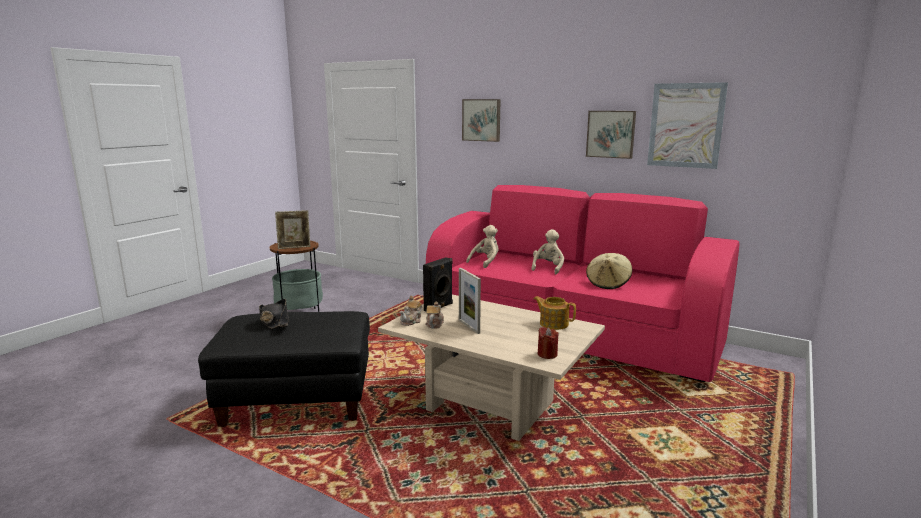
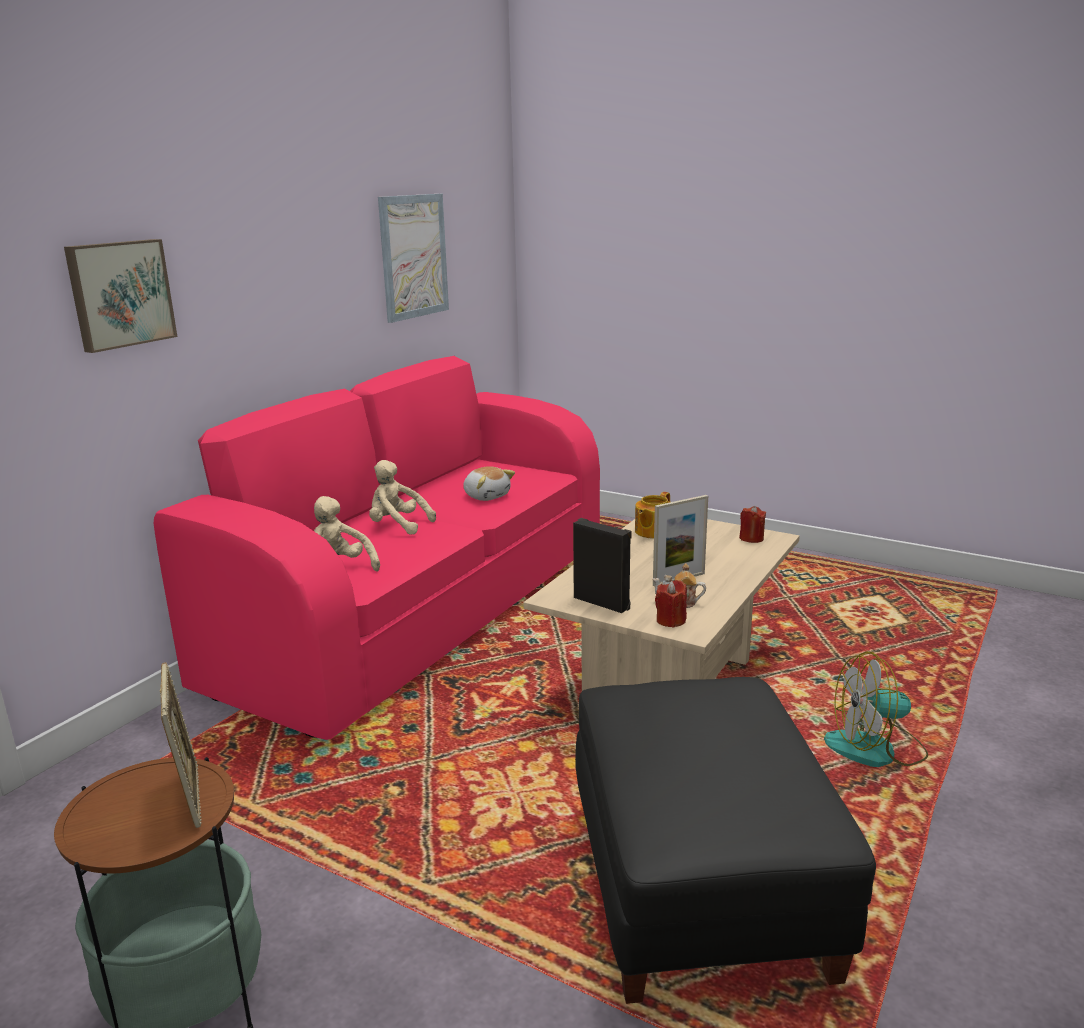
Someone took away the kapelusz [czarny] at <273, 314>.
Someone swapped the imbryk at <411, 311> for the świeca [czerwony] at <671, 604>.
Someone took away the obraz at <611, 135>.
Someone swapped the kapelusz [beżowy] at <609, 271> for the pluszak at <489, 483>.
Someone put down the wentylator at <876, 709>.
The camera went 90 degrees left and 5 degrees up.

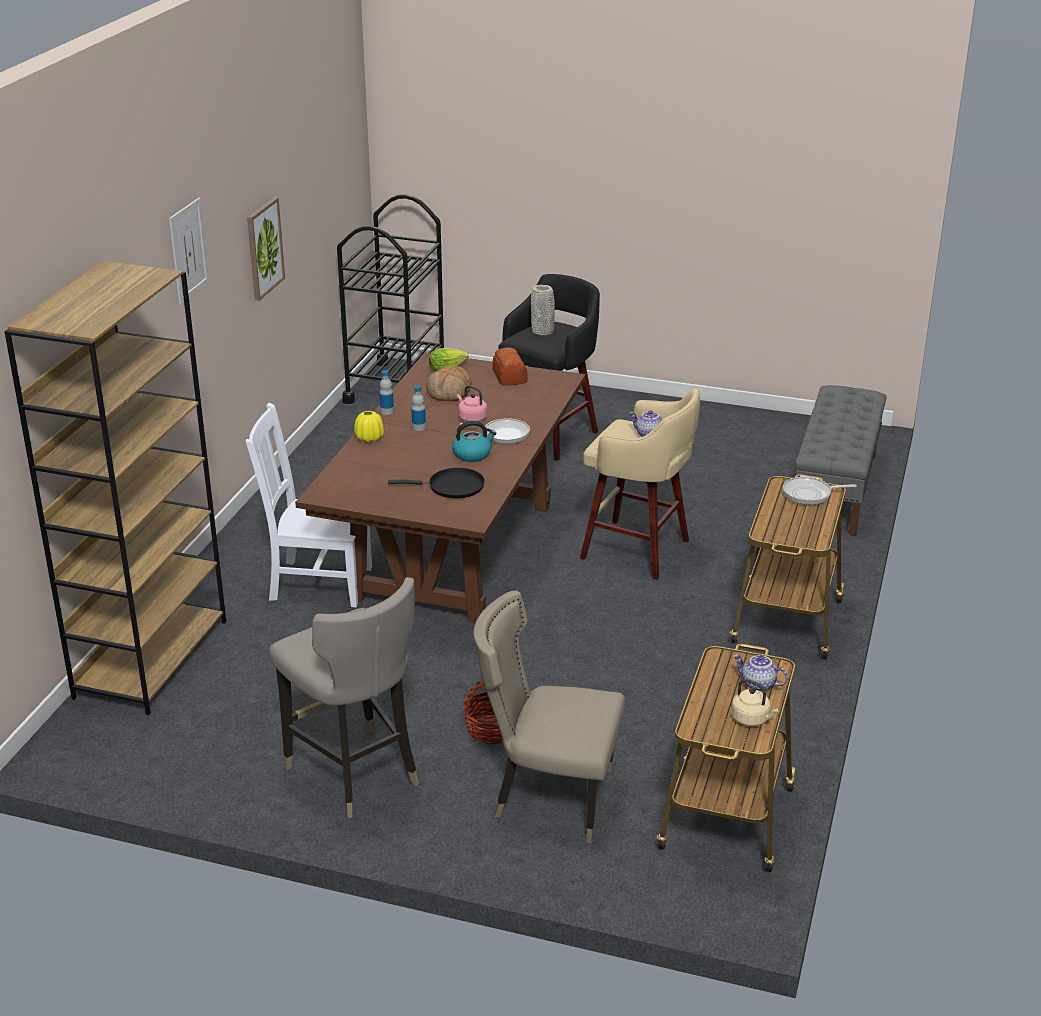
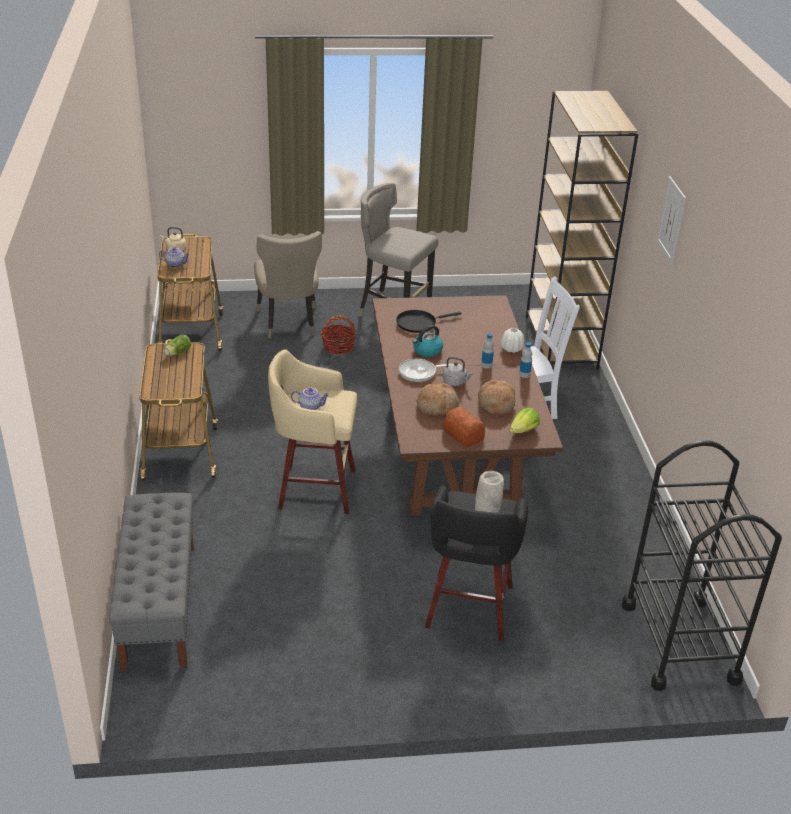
Someone took away the obraz at <266, 249>.
Someone repainted the wazon [żółty] at <369, 426>, which became the wazon [biały] at <512, 340>.
Someone repainted the czajnik [różowy] at <472, 403>, which became the czajnik [szary] at <458, 371>.
Someone rotated the krzesło [beżowy] at <549, 717> by 90 degrees clockwise.
Someone took away the patelnia at <820, 491>.
Someone put down the sałata at <177, 345>.
Someone put down the chleb at <437, 399>.
The camera went 155 degrees right and 5 degrees up.

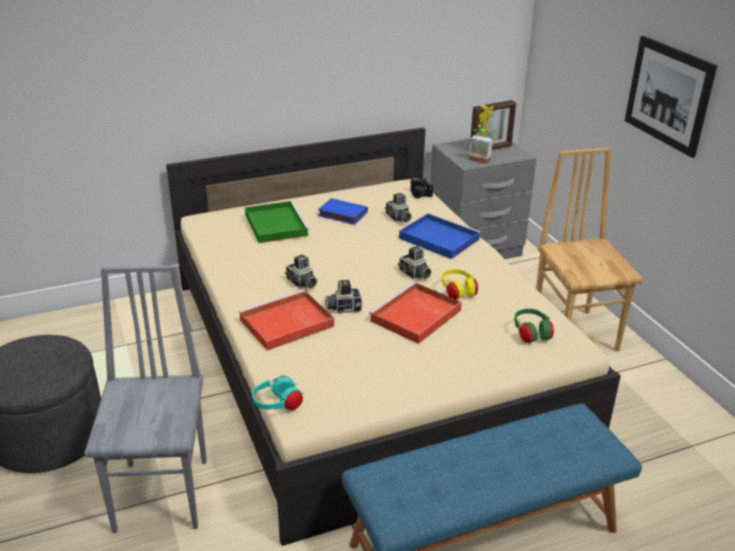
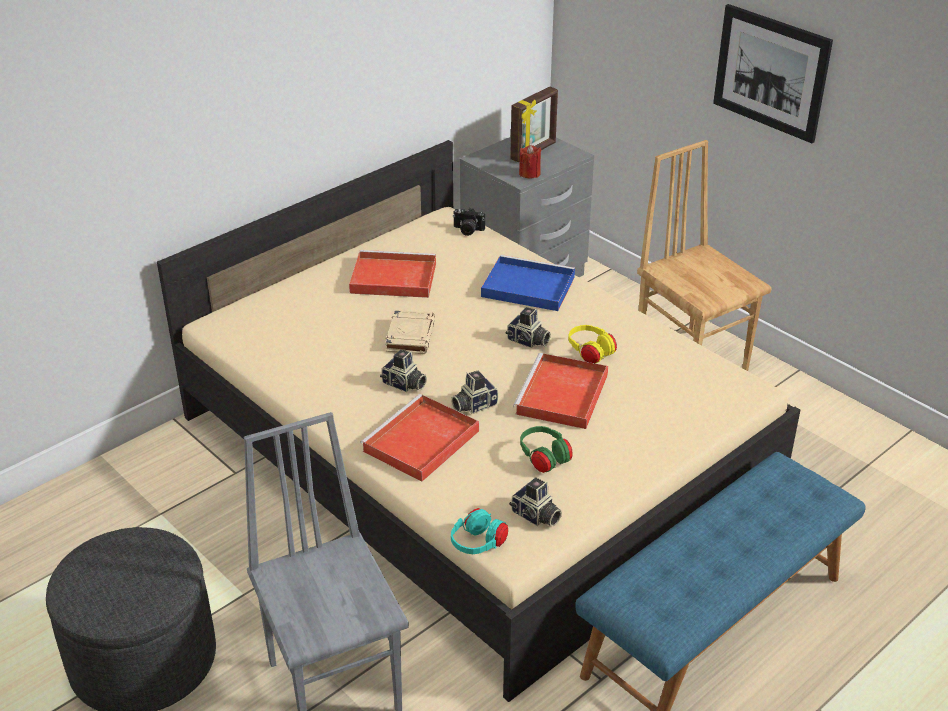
Someone took away the taca [zielony] at <277, 222>.
Someone swapped the książka [niebieski] at <343, 211> for the taca [czerwony] at <392, 274>.
Someone carried the aparat fotograficzny from <398, 208> to <535, 501>.
Someone swapped the roślina doniczkowa at <481, 144> for the świeca [czerwony] at <530, 161>.
Someone carried the słuchawki [zielony] from <534, 326> to <546, 449>.
Someone put down the książka [beżowy] at <410, 332>.
The camera went 20 degrees left and 5 degrees up.

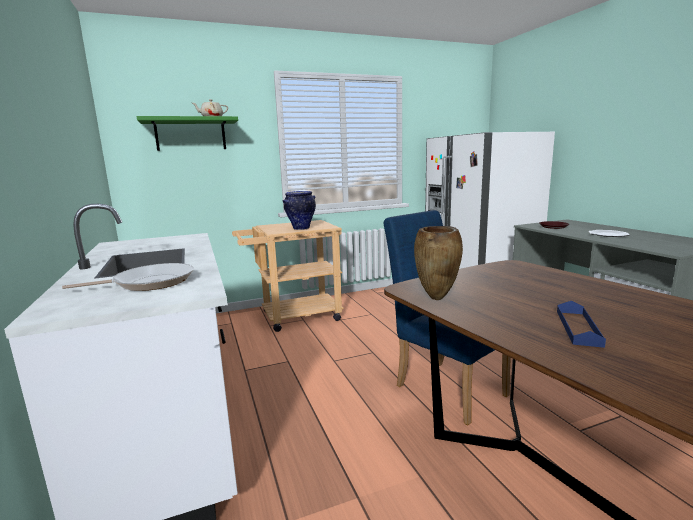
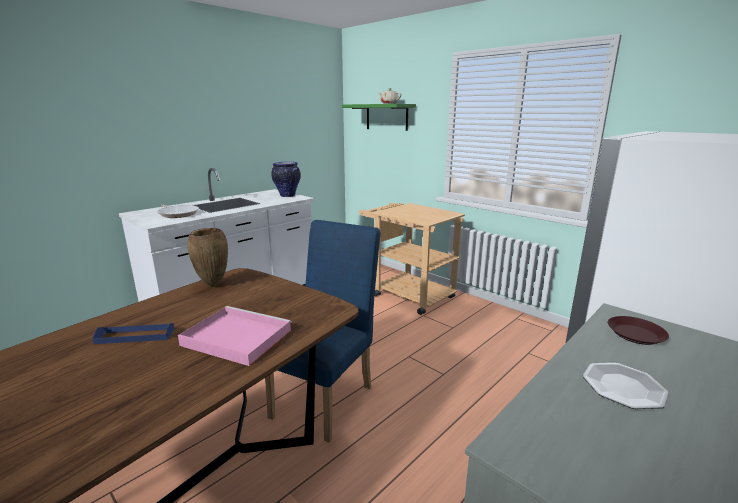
Someone carried the wazon from <299, 210> to <286, 179>.
Someone put down the taca [różowy] at <235, 336>.
The camera went 65 degrees right and 5 degrees up.

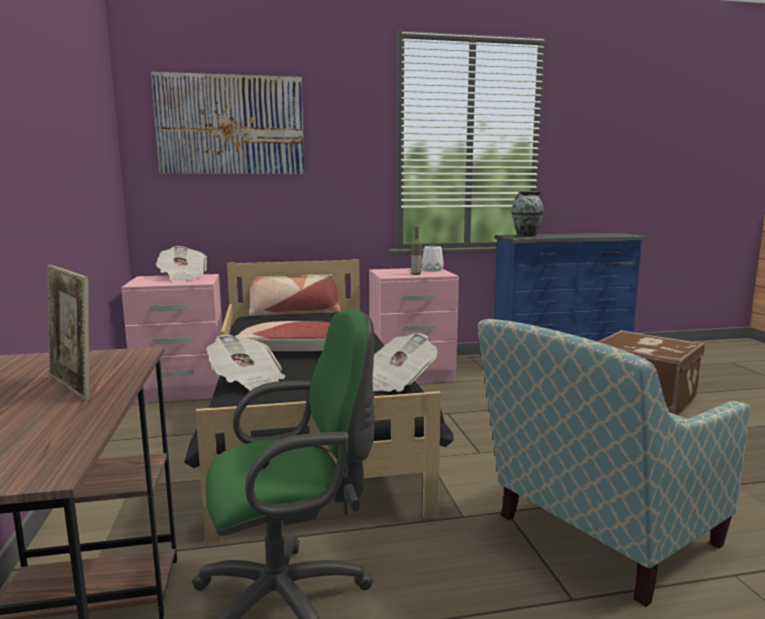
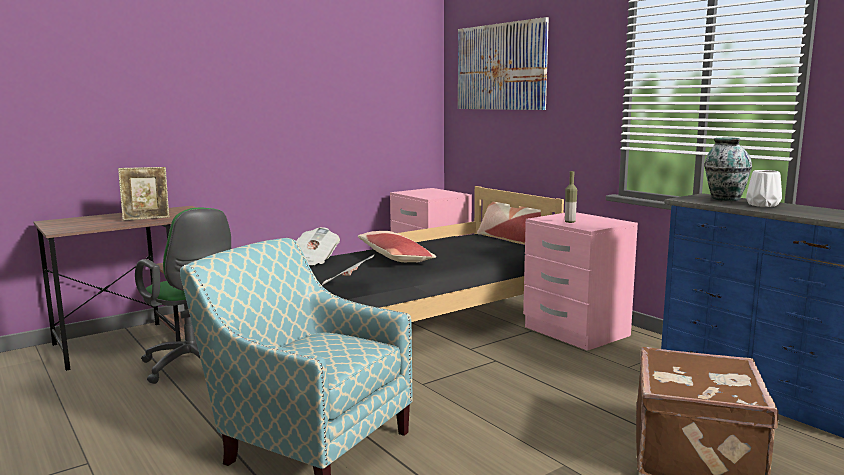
Someone rotated the ramka na zdjęcie at <68, 333> by 135 degrees counterclockwise.
Someone took away the gazeta at <181, 264>.
Someone carried the wazon [biały] from <432, 258> to <764, 188>.
The camera went 65 degrees right and 0 degrees up.

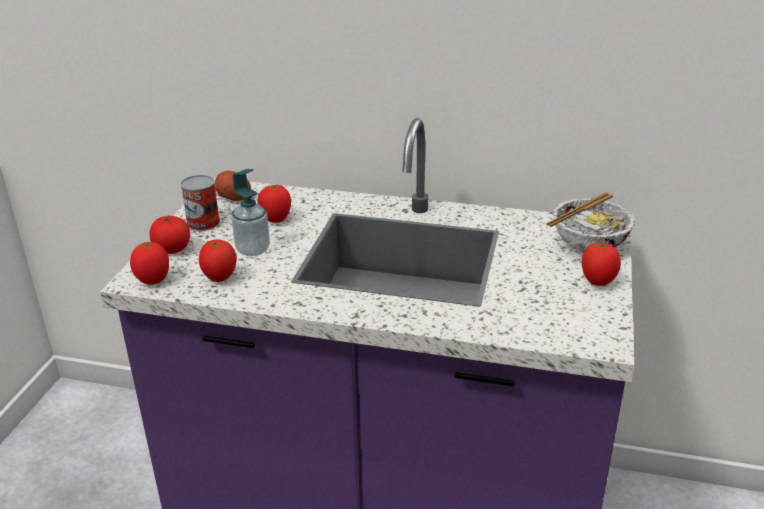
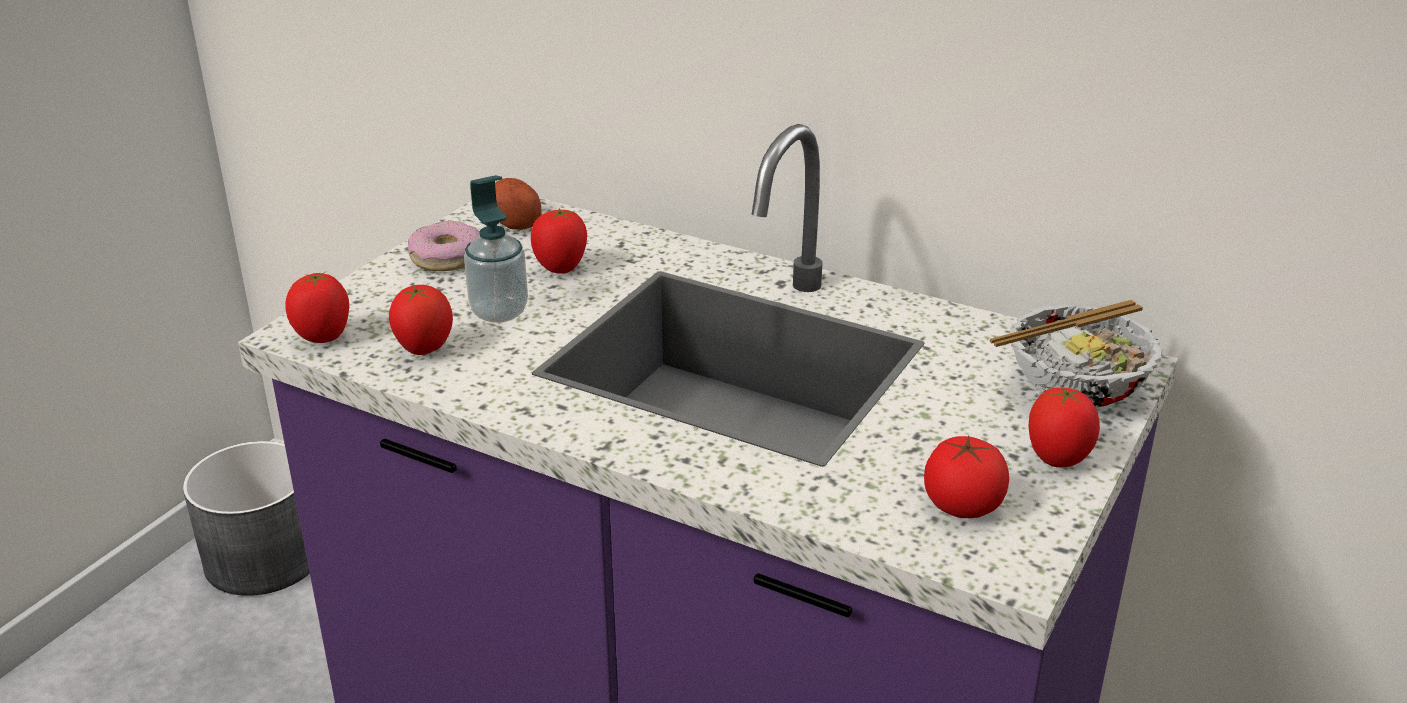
Someone carried the pomidor from <170, 234> to <966, 476>.
Someone swapped the puszka at <200, 203> for the donut at <444, 246>.
Someone put down the donica [szary] at <246, 518>.
The camera went 15 degrees right and 0 degrees up.

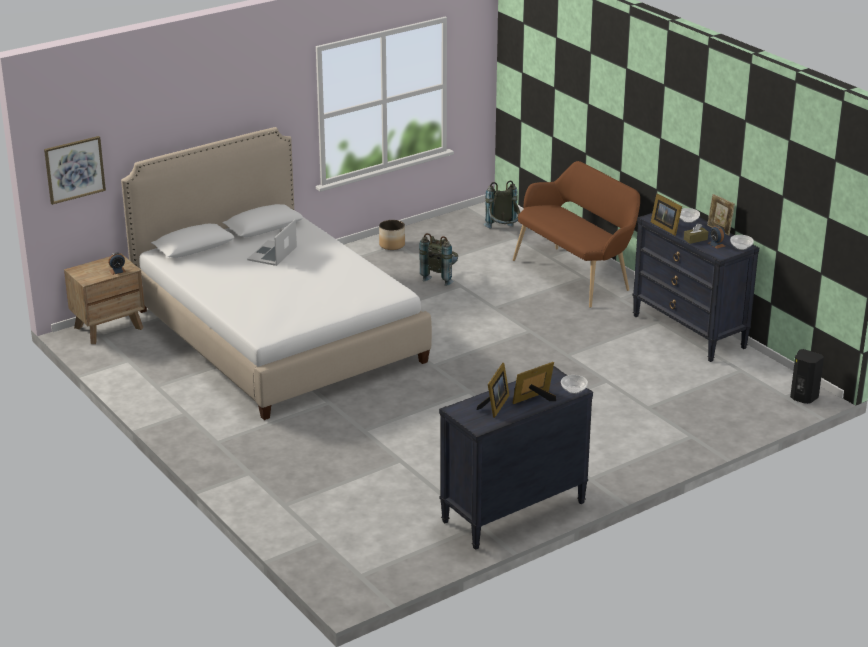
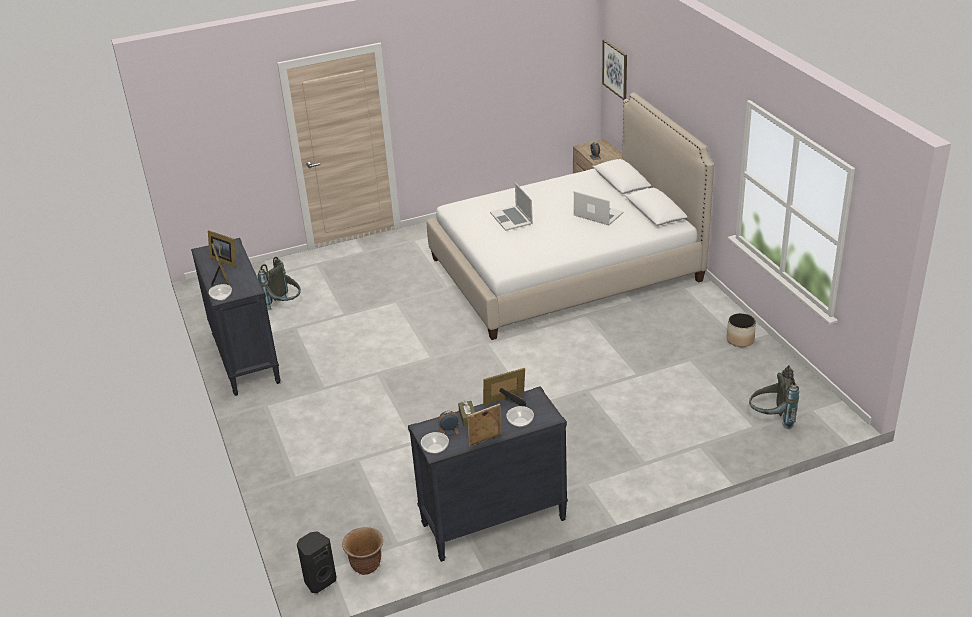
Someone carried the plecak [szary] from <438, 259> to <279, 283>.
Someone took away the ławka [brązowy] at <576, 234>.
Someone put down the donica [brązowy] at <362, 551>.
Someone put down the laptop at <511, 207>.
The camera went 105 degrees right and 5 degrees up.

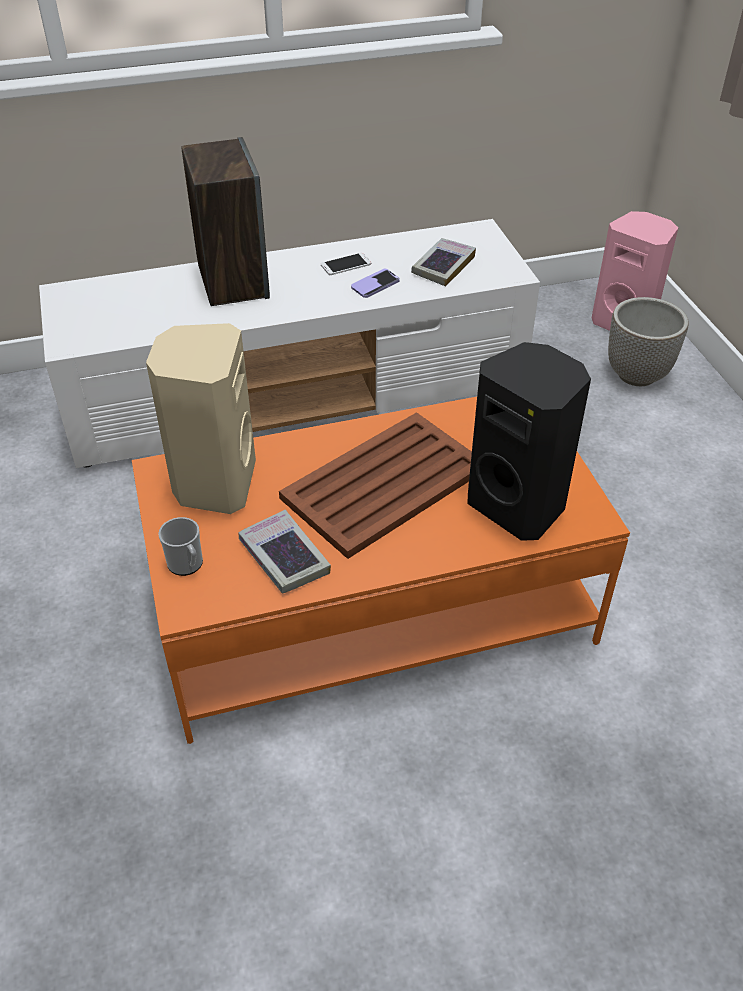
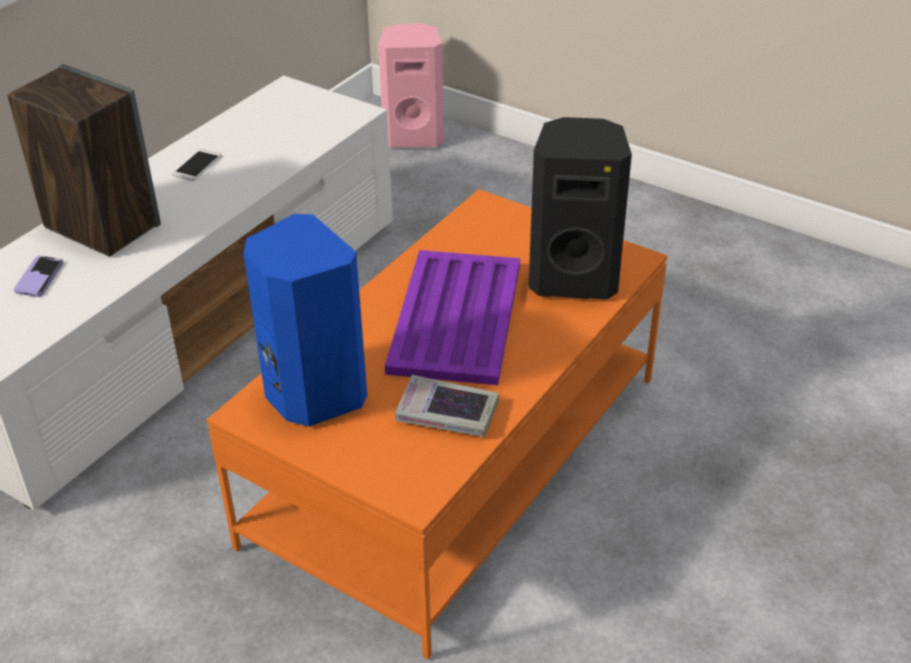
Someone repainted the głośnik [beżowy] at <201, 418>, which became the głośnik [niebieski] at <305, 320>.
Someone took away the kubek at <180, 546>.
Someone repainted the taca [brązowy] at <375, 485>, which became the taca [fioletowy] at <452, 317>.
Someone carried the telefon from <375, 283> to <39, 276>.
Someone took away the książka at <443, 262>.
Someone took away the donica at <648, 341>.
The camera went 40 degrees left and 5 degrees down.

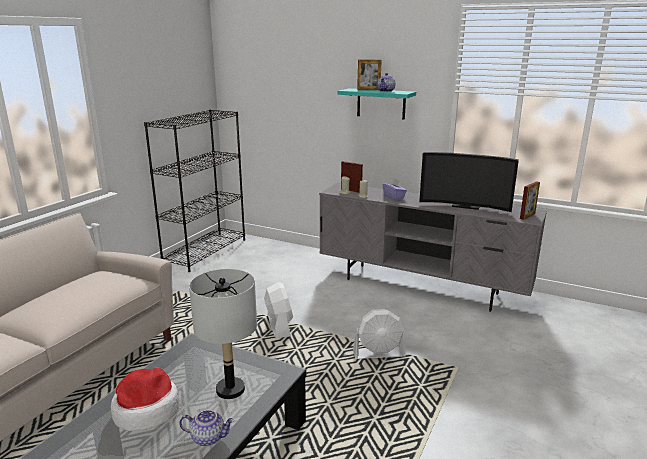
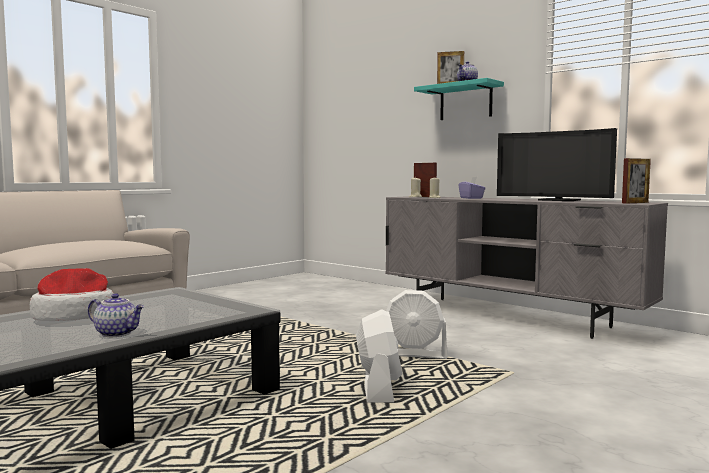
Someone took away the regał [czarny] at <194, 191>.
Someone took away the lampa stołowa [szary] at <223, 334>.
Someone carried the wentylator [biały] from <278, 310> to <379, 355>.
The camera went 15 degrees right and 15 degrees down.

